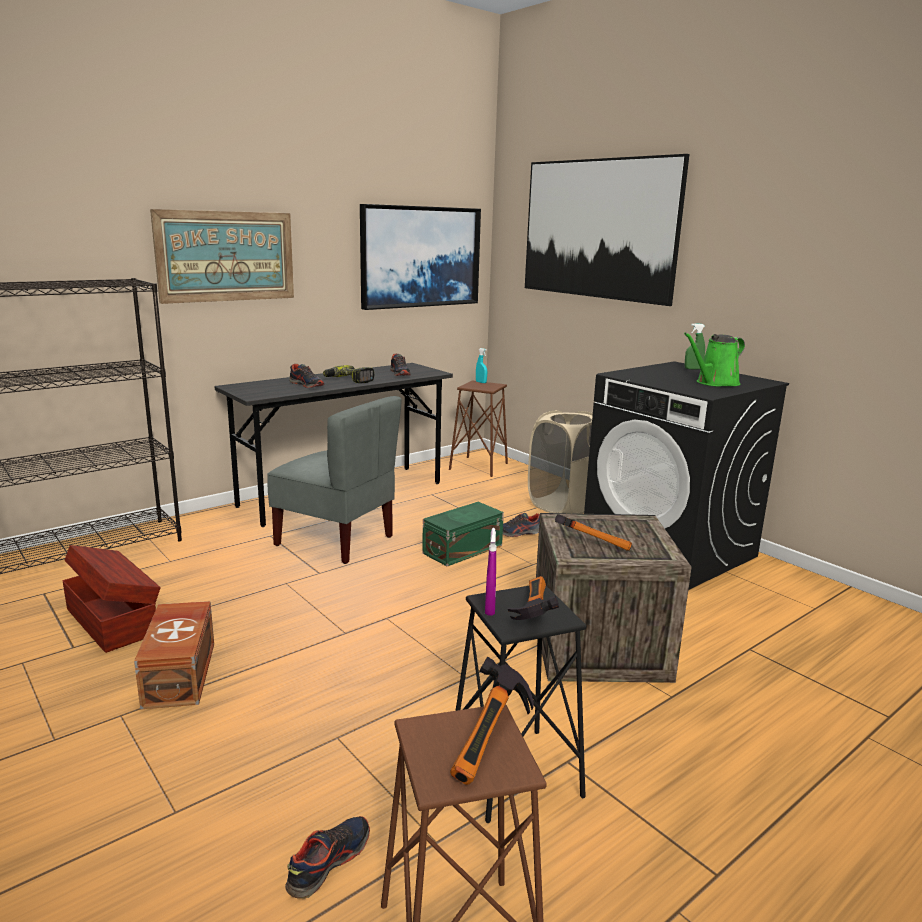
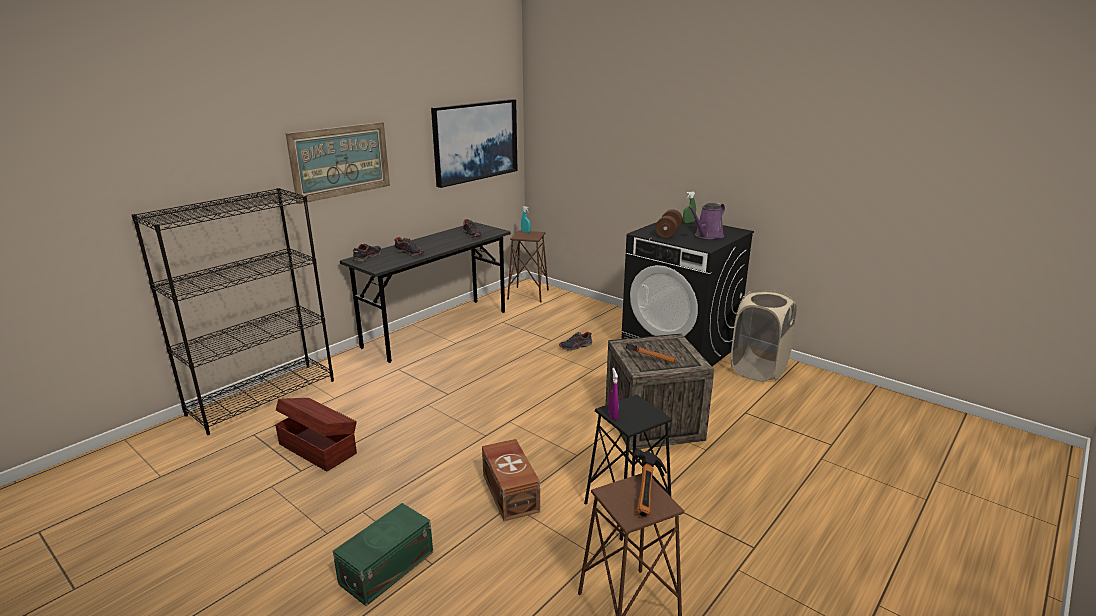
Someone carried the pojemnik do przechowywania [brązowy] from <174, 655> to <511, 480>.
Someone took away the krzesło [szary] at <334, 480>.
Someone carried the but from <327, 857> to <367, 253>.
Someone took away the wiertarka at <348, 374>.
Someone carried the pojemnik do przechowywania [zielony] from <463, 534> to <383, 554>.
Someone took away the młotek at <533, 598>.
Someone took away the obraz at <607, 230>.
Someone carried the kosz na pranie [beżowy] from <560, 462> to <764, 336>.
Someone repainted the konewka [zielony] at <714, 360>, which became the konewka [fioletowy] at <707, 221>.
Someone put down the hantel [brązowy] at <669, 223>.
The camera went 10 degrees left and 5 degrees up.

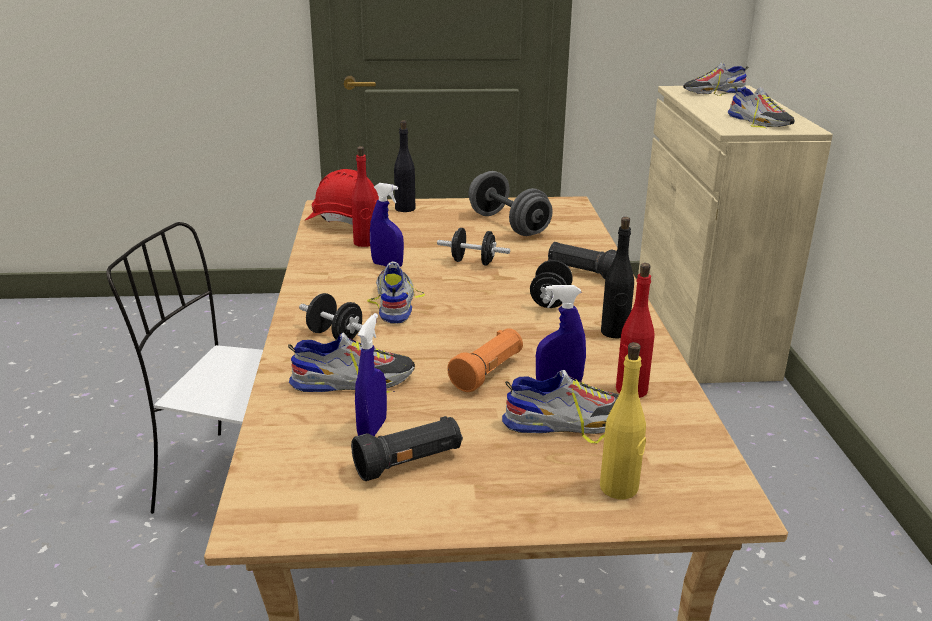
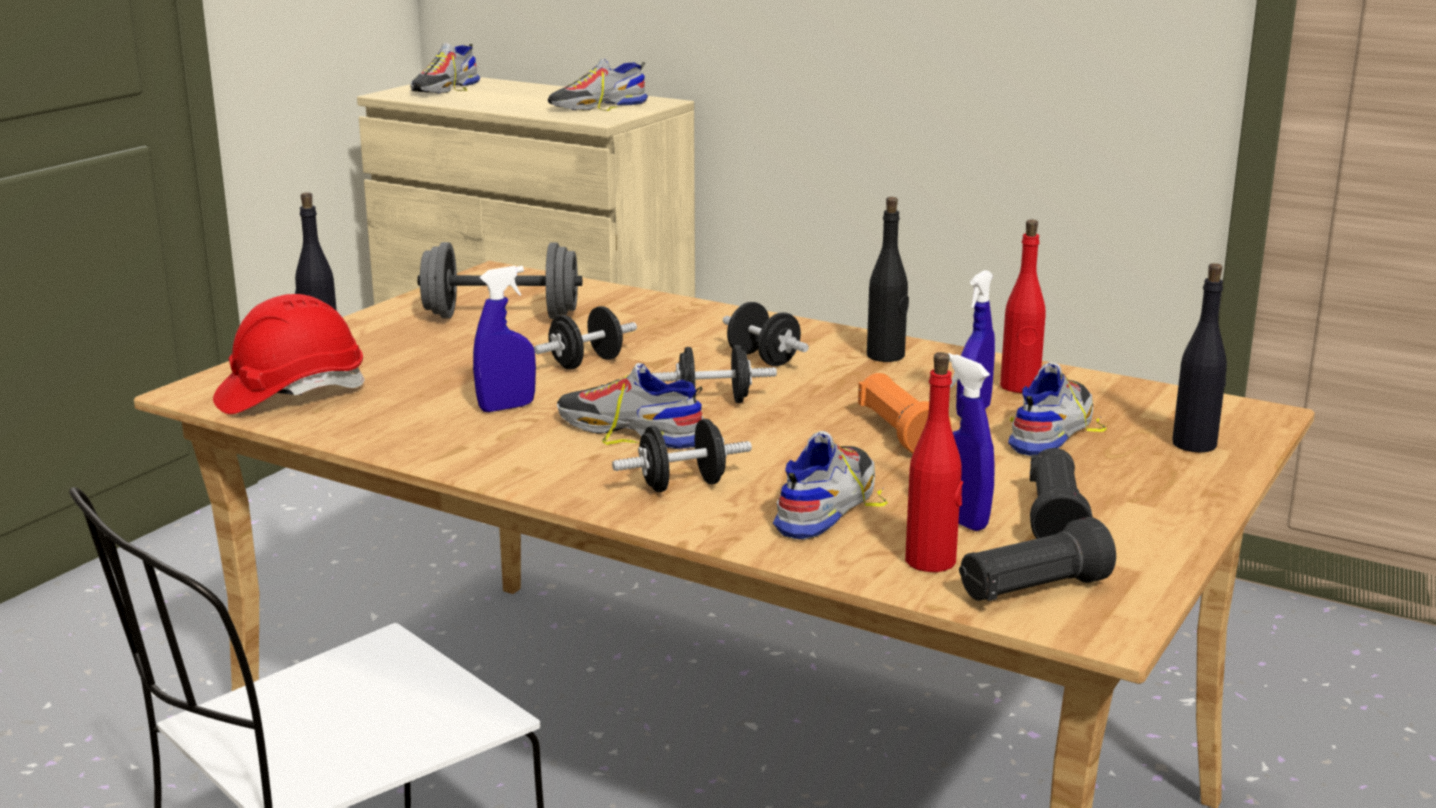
Someone carried the butelka [czerwony] from <363, 196> to <934, 462>.
Someone carried the latarka [czarny] from <582, 260> to <1037, 559>.
Someone repainted the butelka [żółty] at <623, 420>, which became the butelka [czarny] at <1199, 358>.
Someone rotated the but at <761, 108> by 150 degrees clockwise.
Someone put down the hantel [czarny] at <714, 374>.
The camera went 55 degrees left and 5 degrees down.

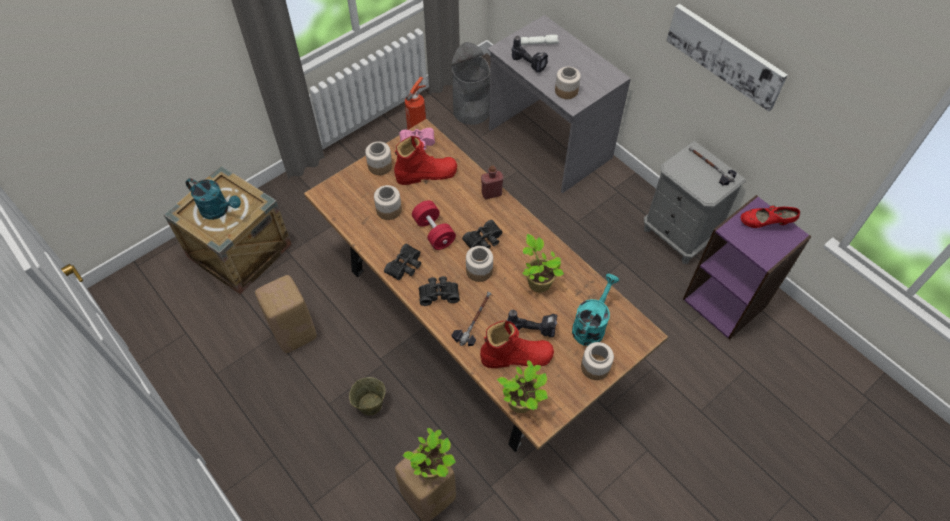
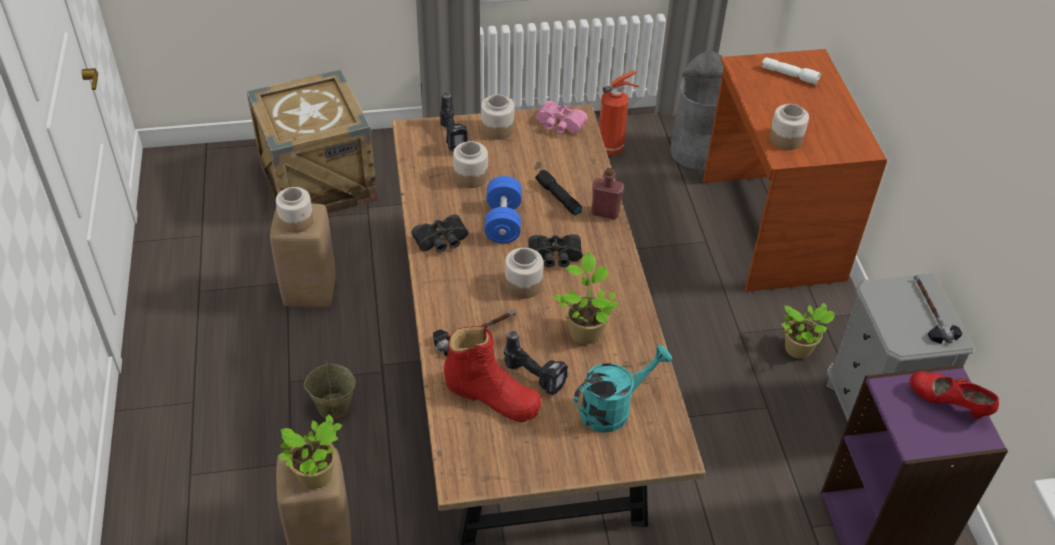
Someone took away the konewka [turkusowy] at <213, 199>.
Someone took away the but z cholewką [czerwony] at <425, 160>.
Someone repainted the hantel [czerwony] at <434, 225>, which became the hantel [niebieski] at <503, 209>.
Someone took away the lornetka [czarny] at <439, 291>.
Someone repainted the biurko [szary] at <559, 104>, which became the biurko [brązowy] at <795, 170>.
Someone carried the roślina doniczkowa from <522, 386> to <808, 330>.
Someone carried the wiertarka from <530, 54> to <456, 121>.
Someone carried the słoik from <597, 361> to <295, 210>.
Someone took away the obraz at <727, 58>.
Someone put down the latarka [czarny] at <558, 192>.
The camera went 30 degrees right and 10 degrees down.

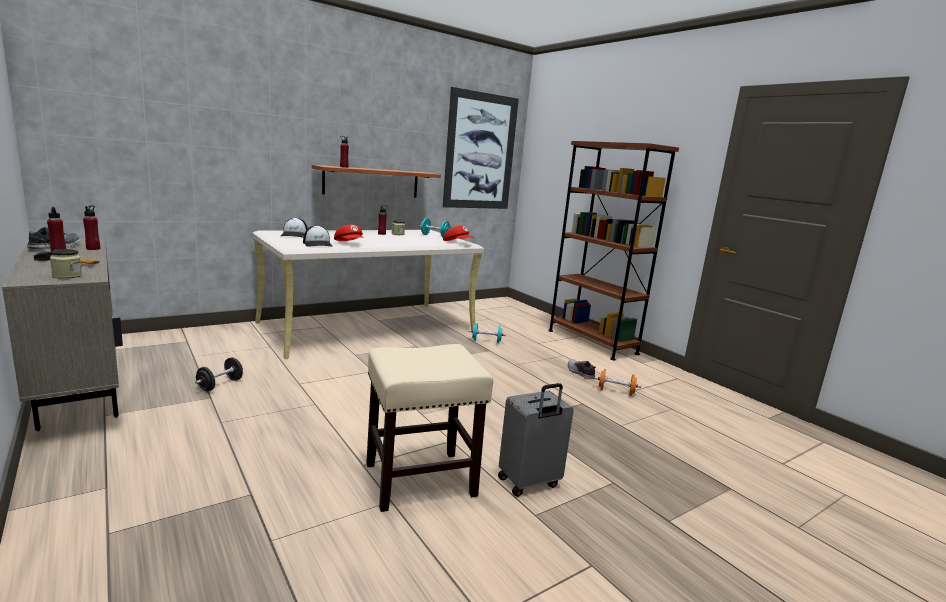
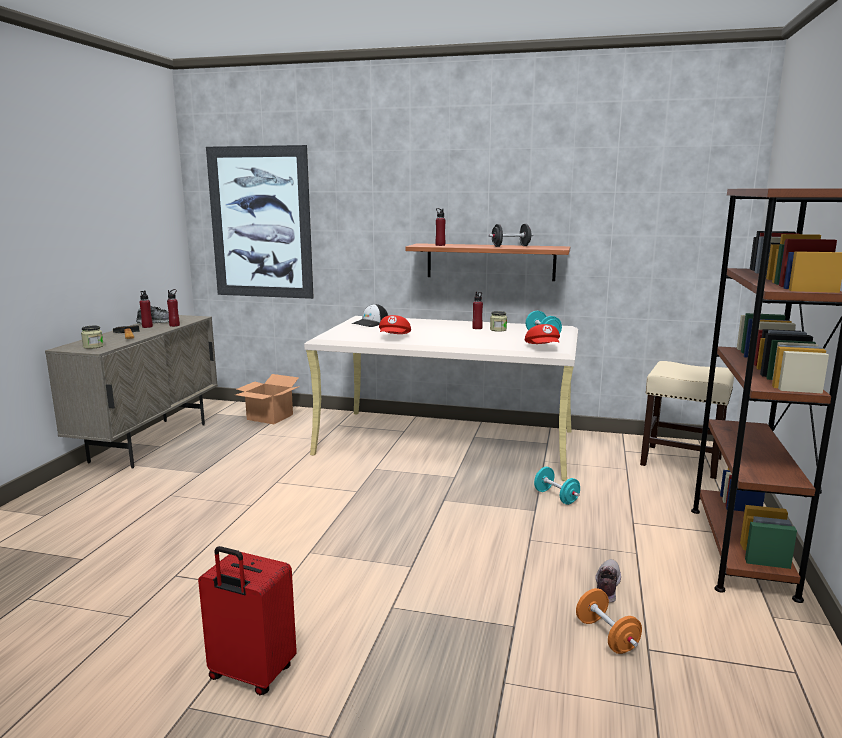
Someone carried the hantel [czarny] from <219, 374> to <511, 235>.
Someone took away the czapka z daszkiem at <318, 236>.
Someone carried the stołek [beżowy] from <429, 428> to <687, 420>.
Someone carried the obraz from <481, 148> to <260, 222>.
Someone repainted the walizka [szary] at <536, 440>, which became the walizka [czerwony] at <247, 620>.
Someone put down the karton at <268, 399>.
The camera went 50 degrees right and 0 degrees up.

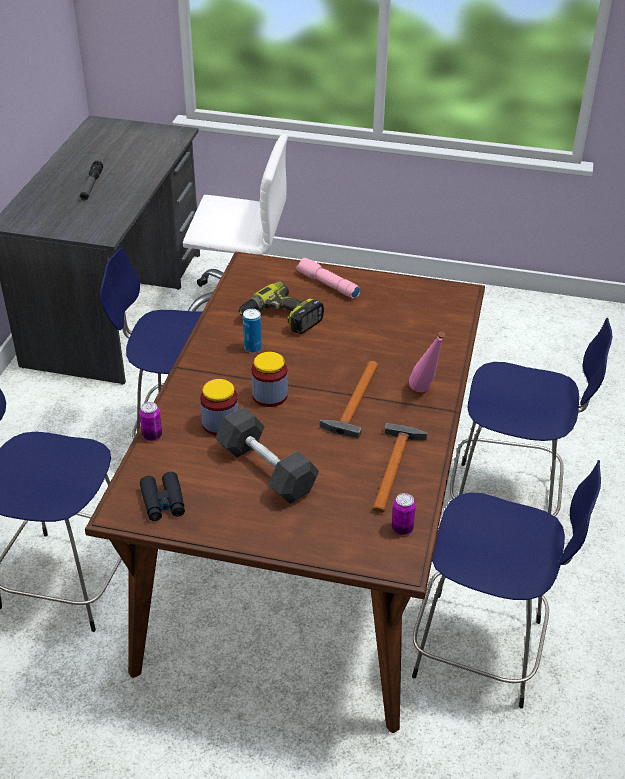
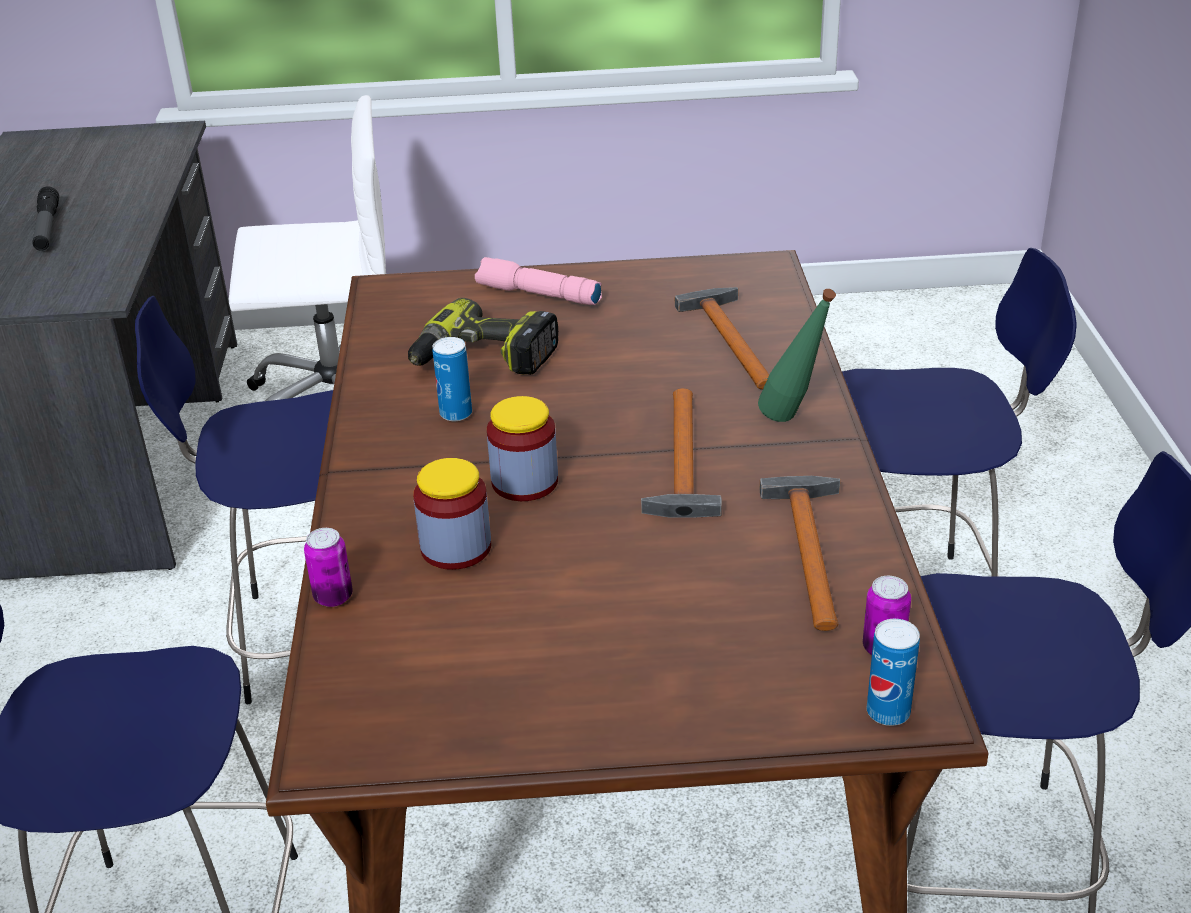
Someone took away the lornetka [czarny] at <162, 496>.
Someone took away the hantel [szary] at <267, 455>.
Someone repainted the butelka [różowy] at <427, 361>, which became the butelka [zielony] at <797, 355>.
Someone put down the młotek at <722, 338>.
Someone put down the puszka at <893, 672>.
The camera went 15 degrees left and 5 degrees down.

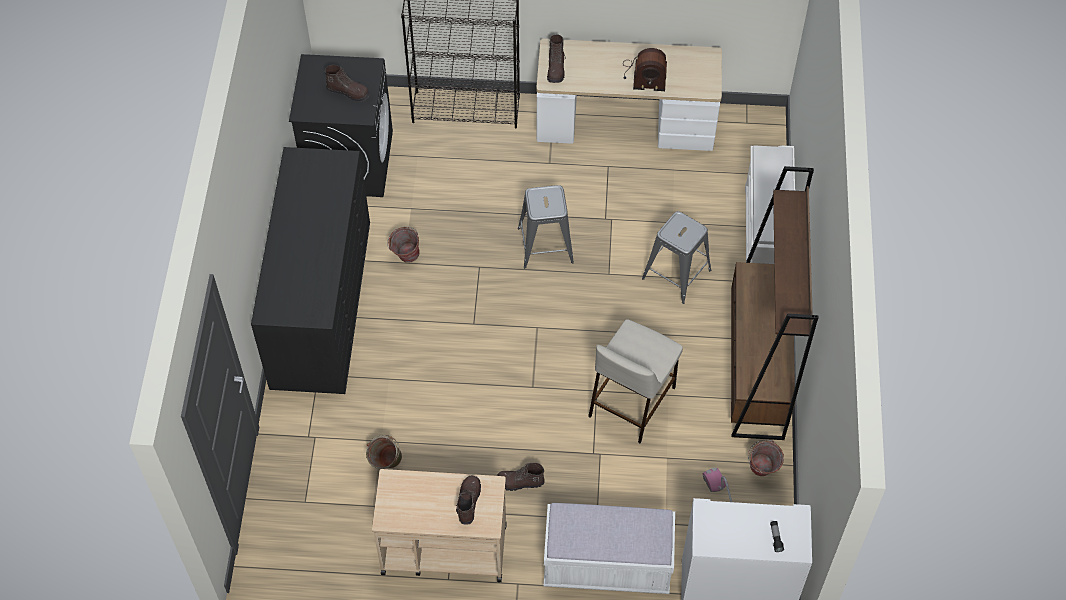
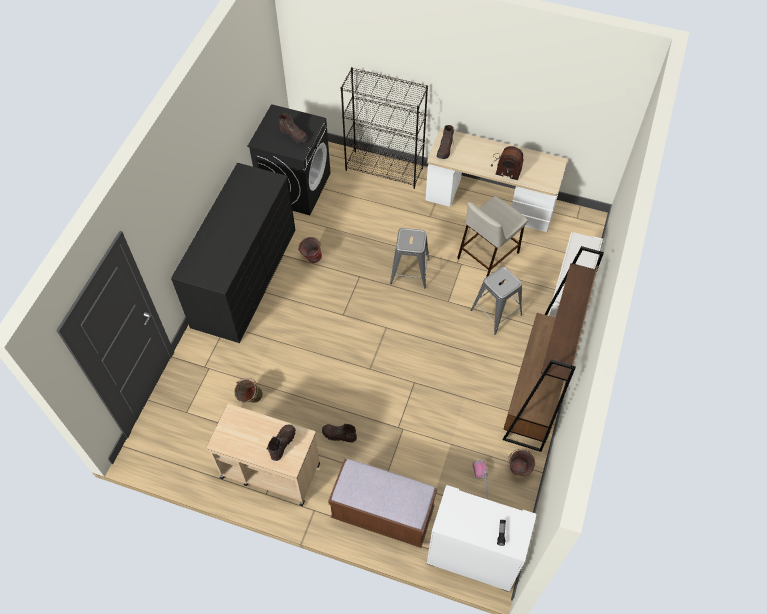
Someone repainted the ławka [biały] at <609, 548>, which became the ławka [brązowy] at <382, 503>.
Someone carried the stołek [beżowy] from <635, 381> to <492, 236>.
The camera went 15 degrees right and 0 degrees up.

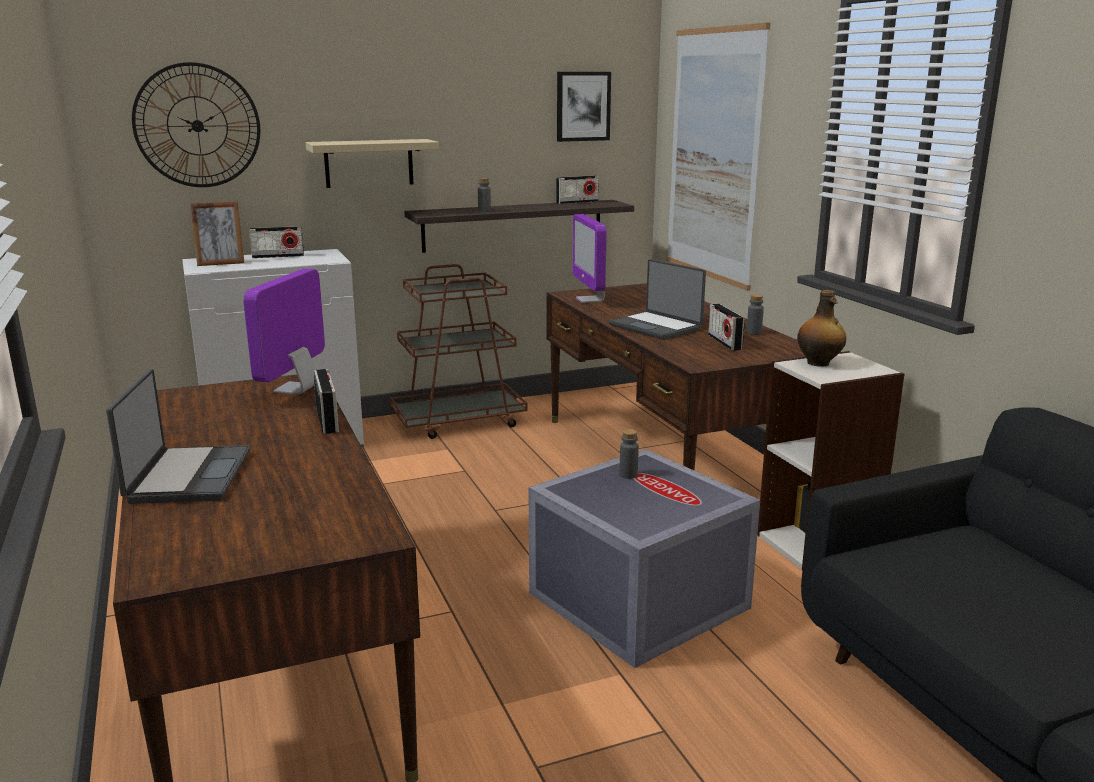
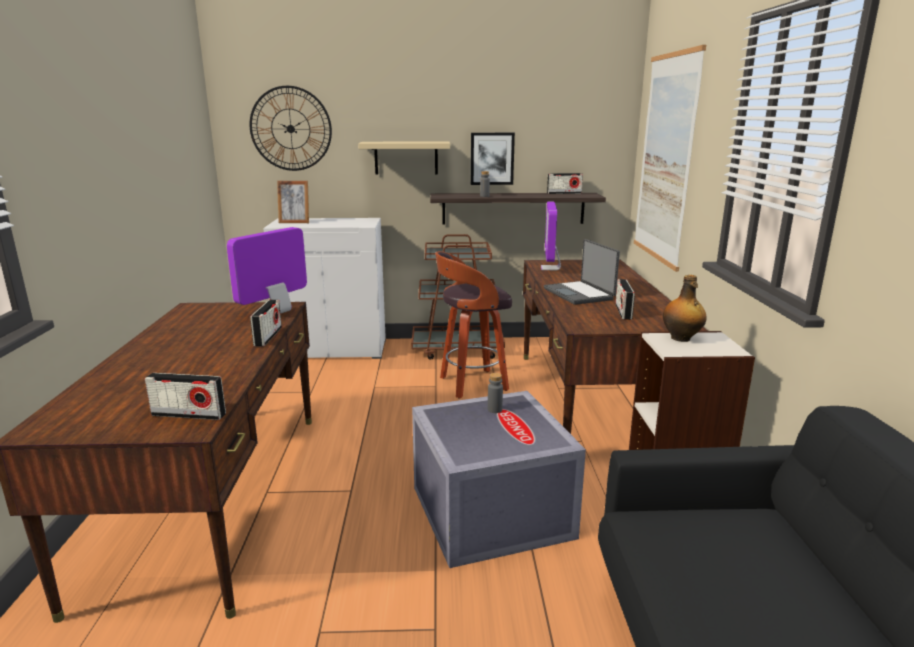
Someone took away the laptop at <178, 436>.
Someone carried the radio from <276, 242> to <185, 396>.
Someone carried the obraz from <584, 107> to <493, 159>.
Someone took away the butelka [szary] at <755, 314>.
Someone put down the stołek at <473, 325>.
The camera went 20 degrees right and 0 degrees up.

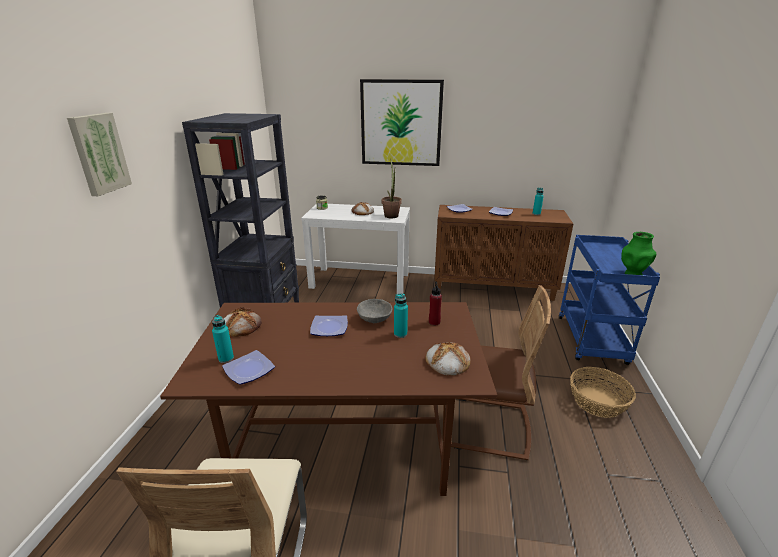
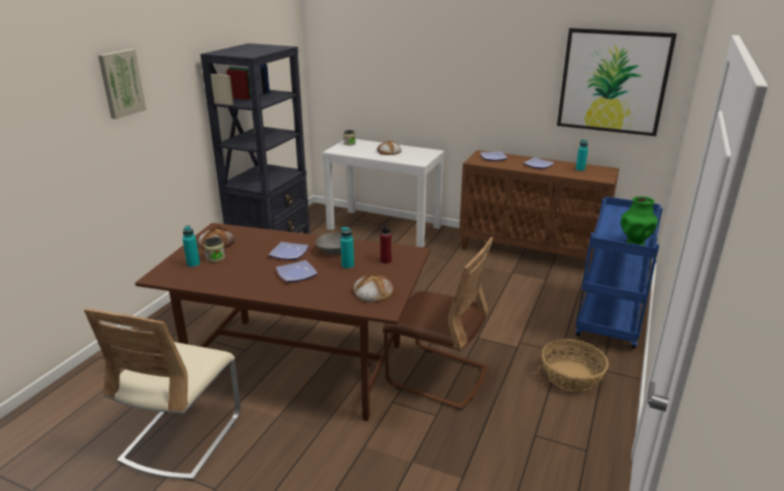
Someone carried the talerz from <248, 367> to <297, 271>.
Someone carried the obraz from <402, 122> to <617, 82>.
Someone took away the roślina doniczkowa at <391, 189>.
Someone put down the słoik at <214, 249>.
The camera went 15 degrees right and 0 degrees up.

